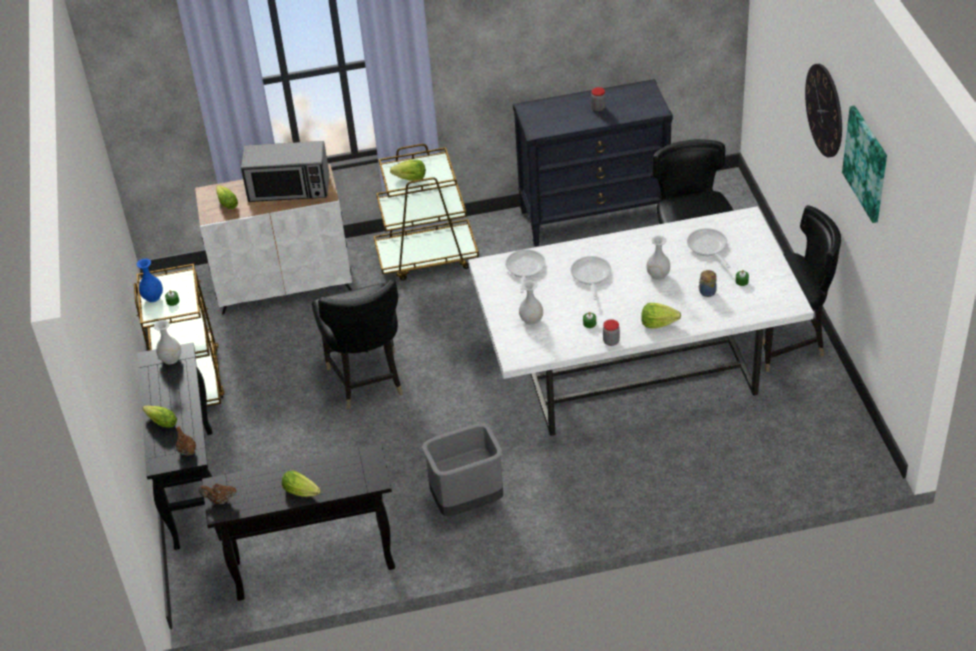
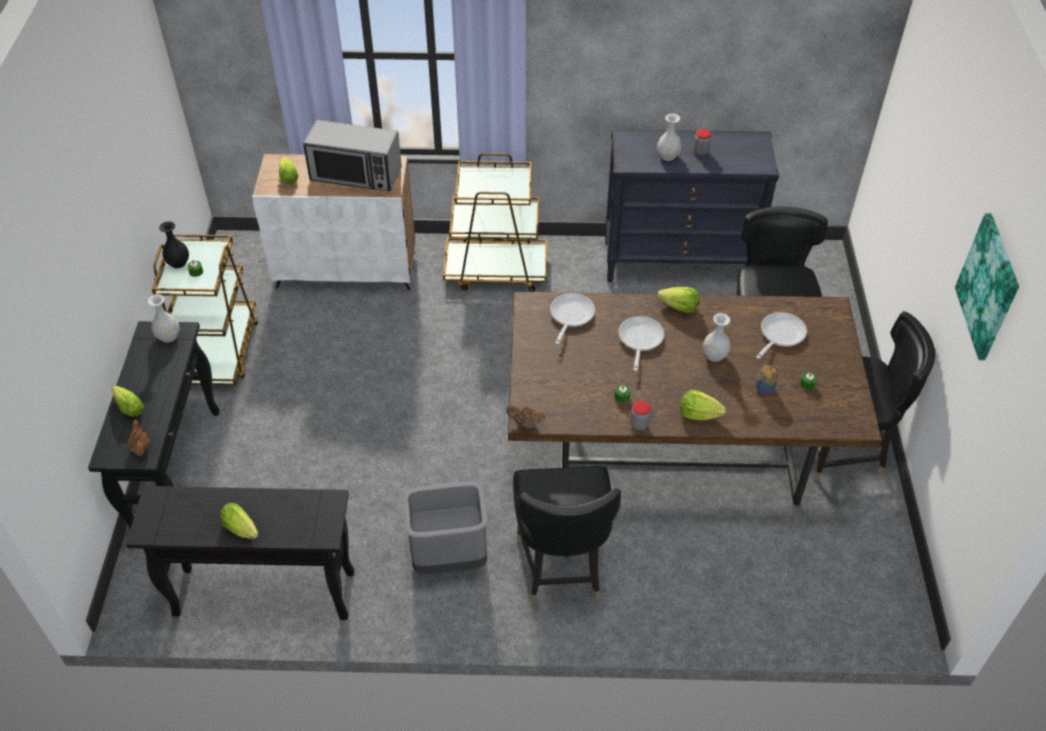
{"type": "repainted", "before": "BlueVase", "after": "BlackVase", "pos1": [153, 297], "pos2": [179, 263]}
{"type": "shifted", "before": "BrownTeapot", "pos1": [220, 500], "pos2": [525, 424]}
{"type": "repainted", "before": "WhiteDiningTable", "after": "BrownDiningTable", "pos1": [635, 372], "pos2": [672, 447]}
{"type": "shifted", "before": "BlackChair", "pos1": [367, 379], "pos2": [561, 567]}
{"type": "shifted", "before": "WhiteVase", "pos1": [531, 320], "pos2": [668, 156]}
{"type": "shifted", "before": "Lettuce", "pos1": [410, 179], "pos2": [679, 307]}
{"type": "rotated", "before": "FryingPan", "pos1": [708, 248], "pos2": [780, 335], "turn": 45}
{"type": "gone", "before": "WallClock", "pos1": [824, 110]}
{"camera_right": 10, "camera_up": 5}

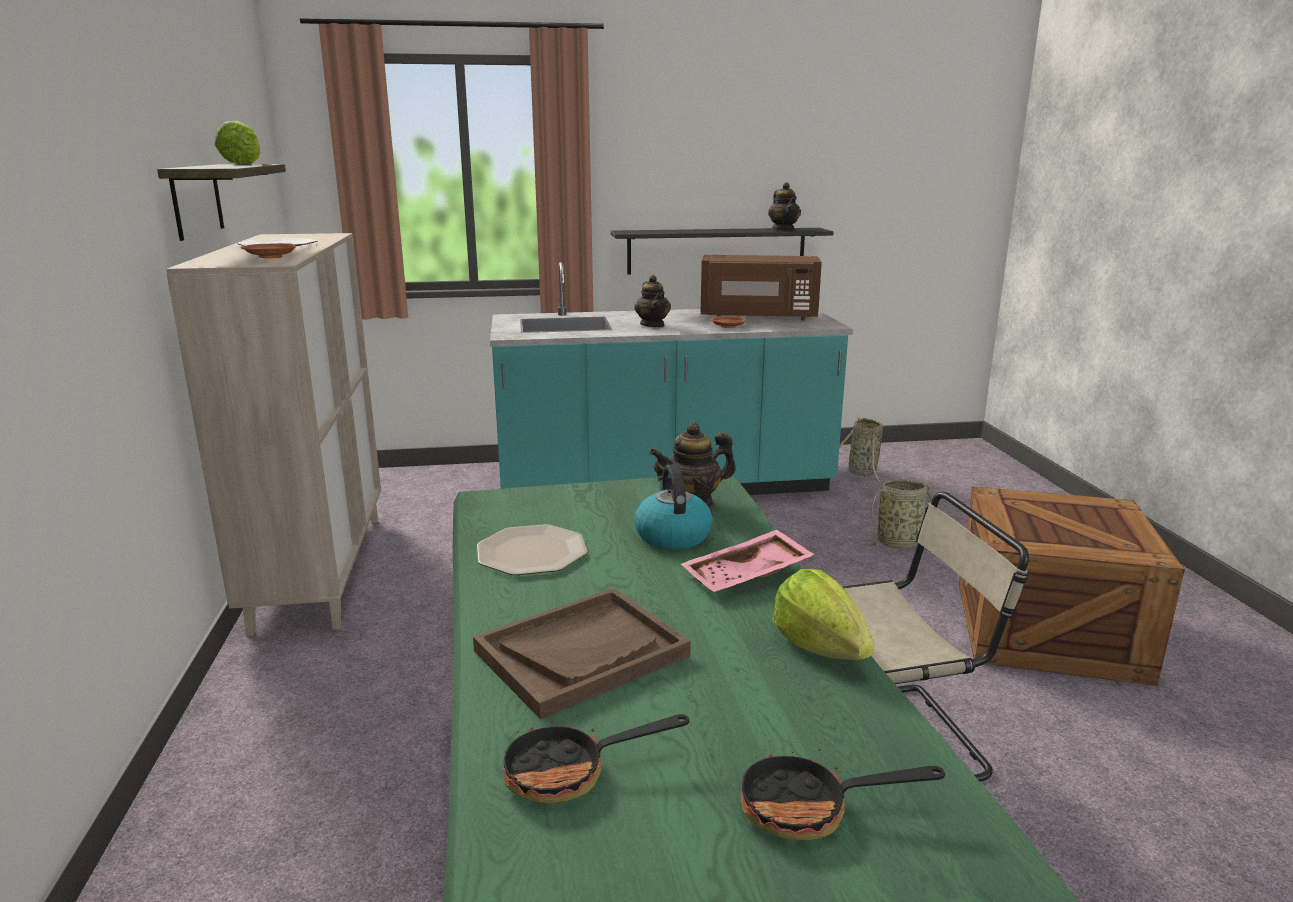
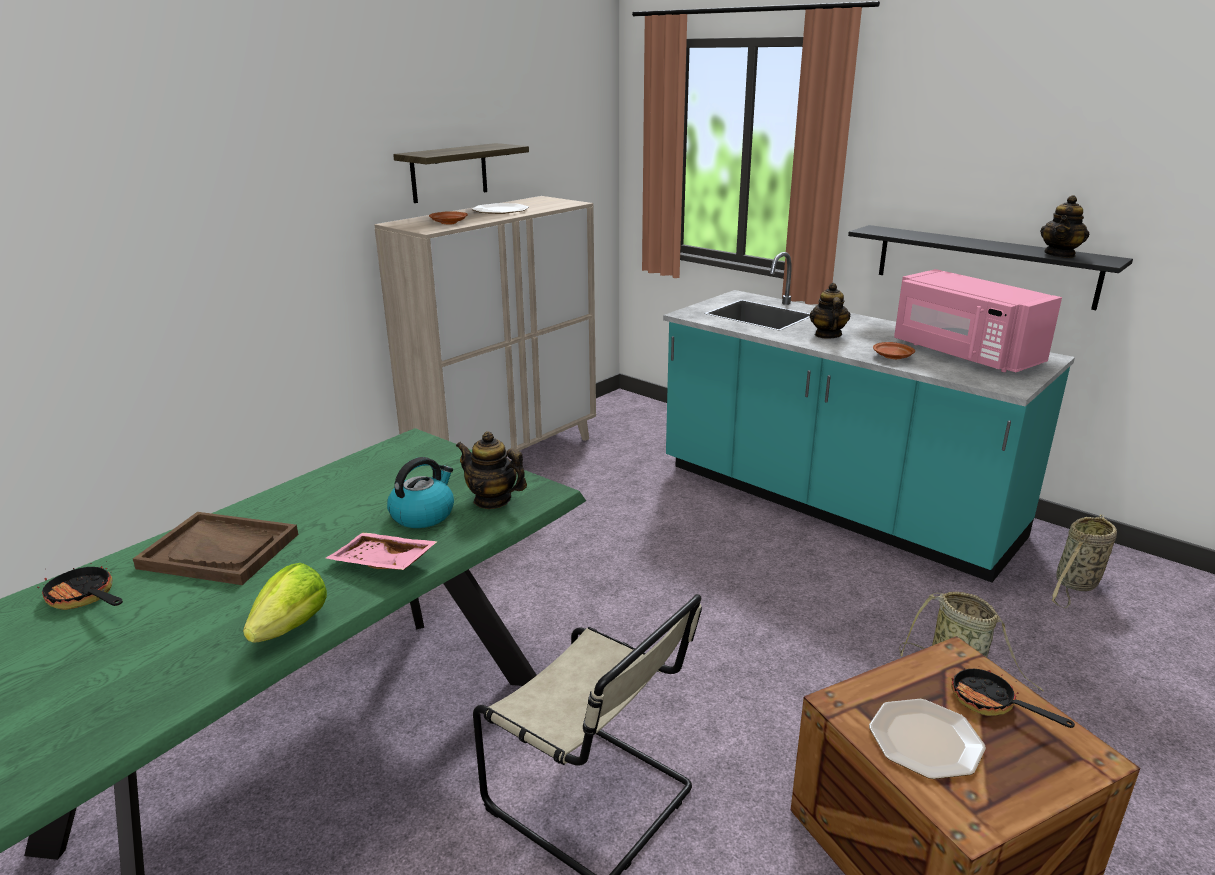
{"type": "rotated", "before": "Teapot", "pos1": [652, 325], "pos2": [827, 335], "turn": 150}
{"type": "shifted", "before": "Plate", "pos1": [531, 553], "pos2": [924, 740]}
{"type": "repainted", "before": "BrownMicrowave", "after": "PinkMicrowave", "pos1": [758, 317], "pos2": [963, 354]}
{"type": "shifted", "before": "FryingPan", "pos1": [810, 809], "pos2": [991, 704]}
{"type": "gone", "before": "Lettuce", "pos1": [243, 164]}
{"camera_right": 50, "camera_up": 5}

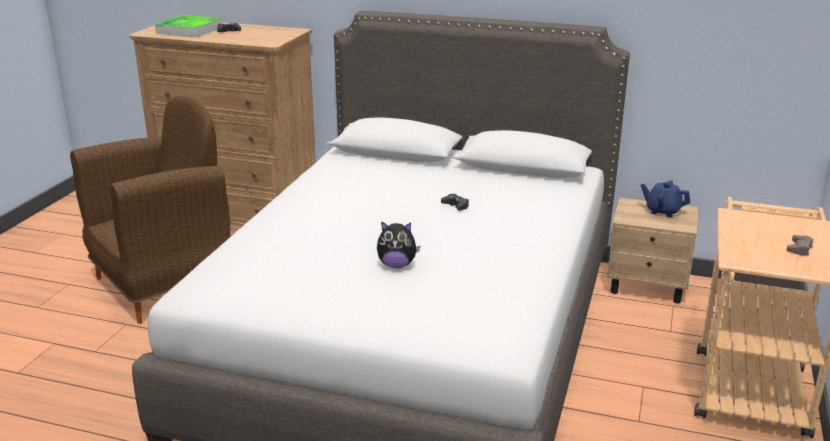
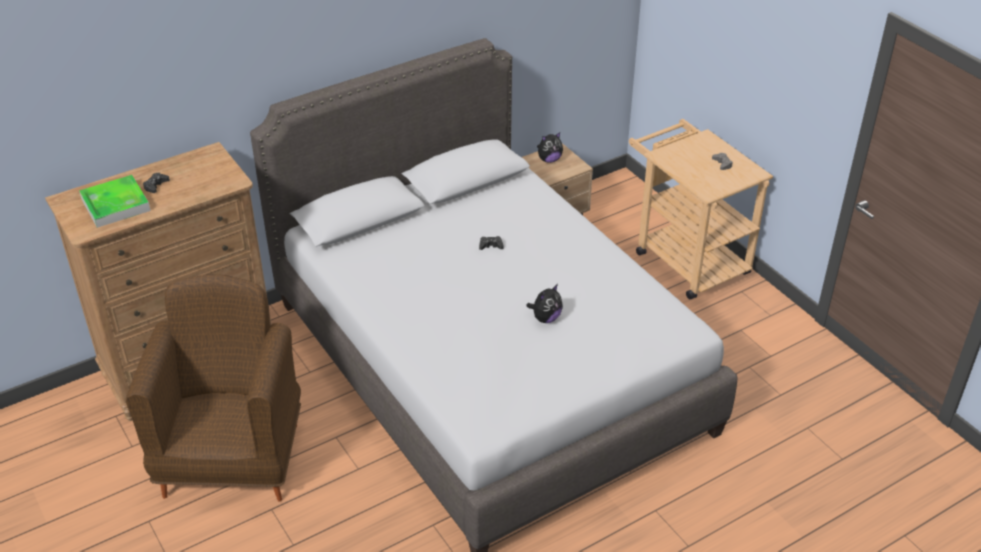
{"type": "swapped", "before": "BlueTeapot", "after": "PlushToy", "pos1": [662, 211], "pos2": [549, 160]}
{"camera_right": -50, "camera_up": 15}

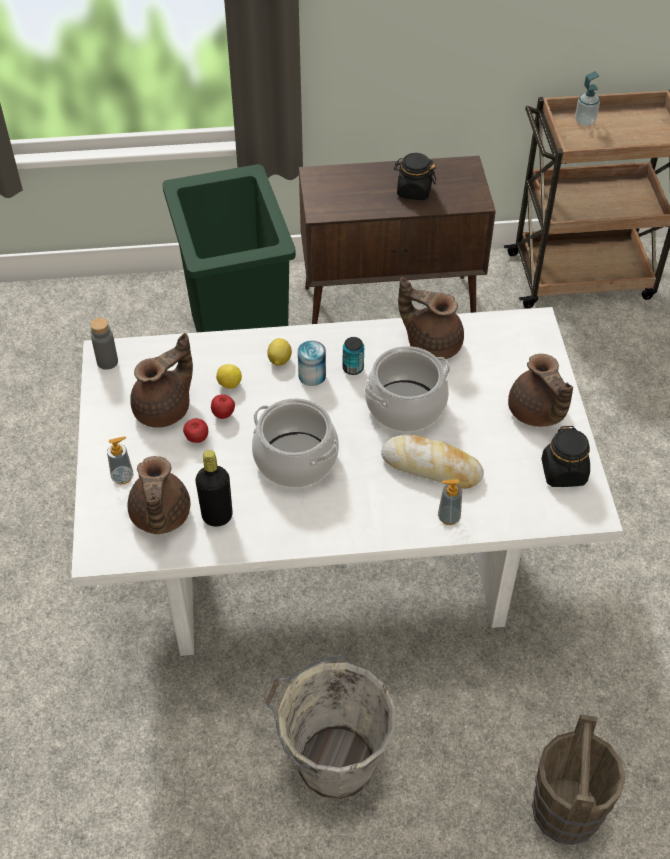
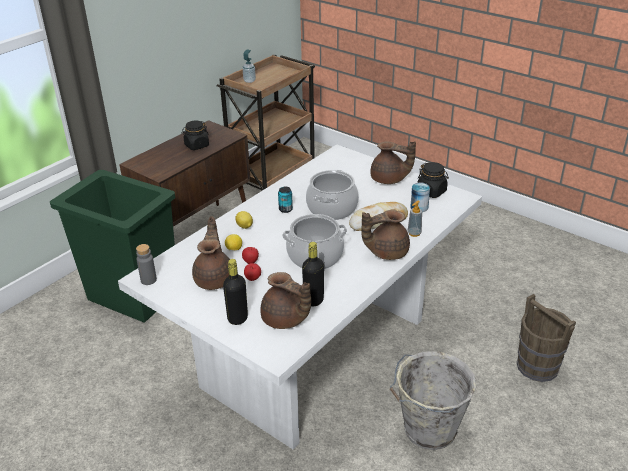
{"type": "swapped", "before": "SoapDispenser", "after": "BlackBottle", "pos1": [122, 477], "pos2": [237, 318]}
{"type": "shifted", "before": "BrownTeapot", "pos1": [432, 343], "pos2": [386, 252]}
{"type": "shifted", "before": "Can", "pos1": [312, 375], "pos2": [419, 207]}
{"camera_right": -45, "camera_up": -15}

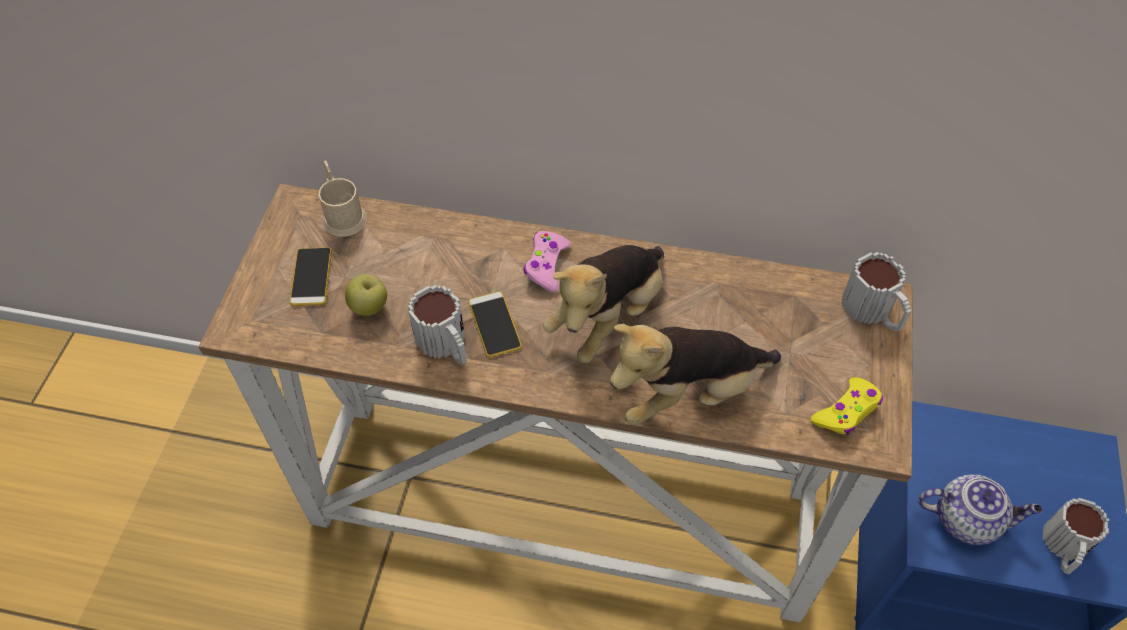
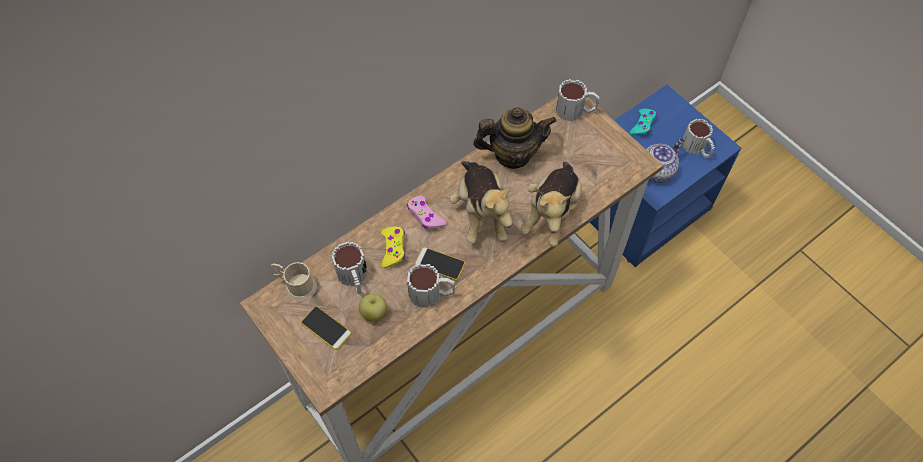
{"type": "new", "after": "Mug", "pos2": [354, 278]}
{"type": "shifted", "before": "YellowGameController", "pos1": [846, 412], "pos2": [393, 249]}
{"type": "new", "after": "Teapot", "pos2": [512, 154]}
{"type": "new", "after": "TurquoiseGameController", "pos2": [642, 125]}
{"camera_right": -50, "camera_up": 5}

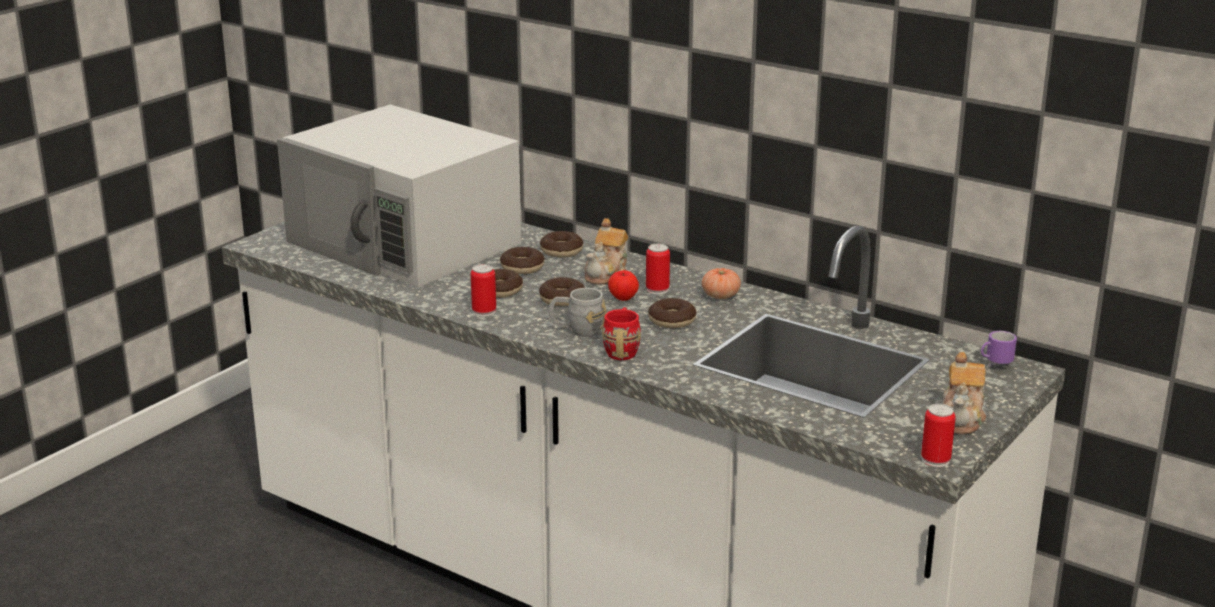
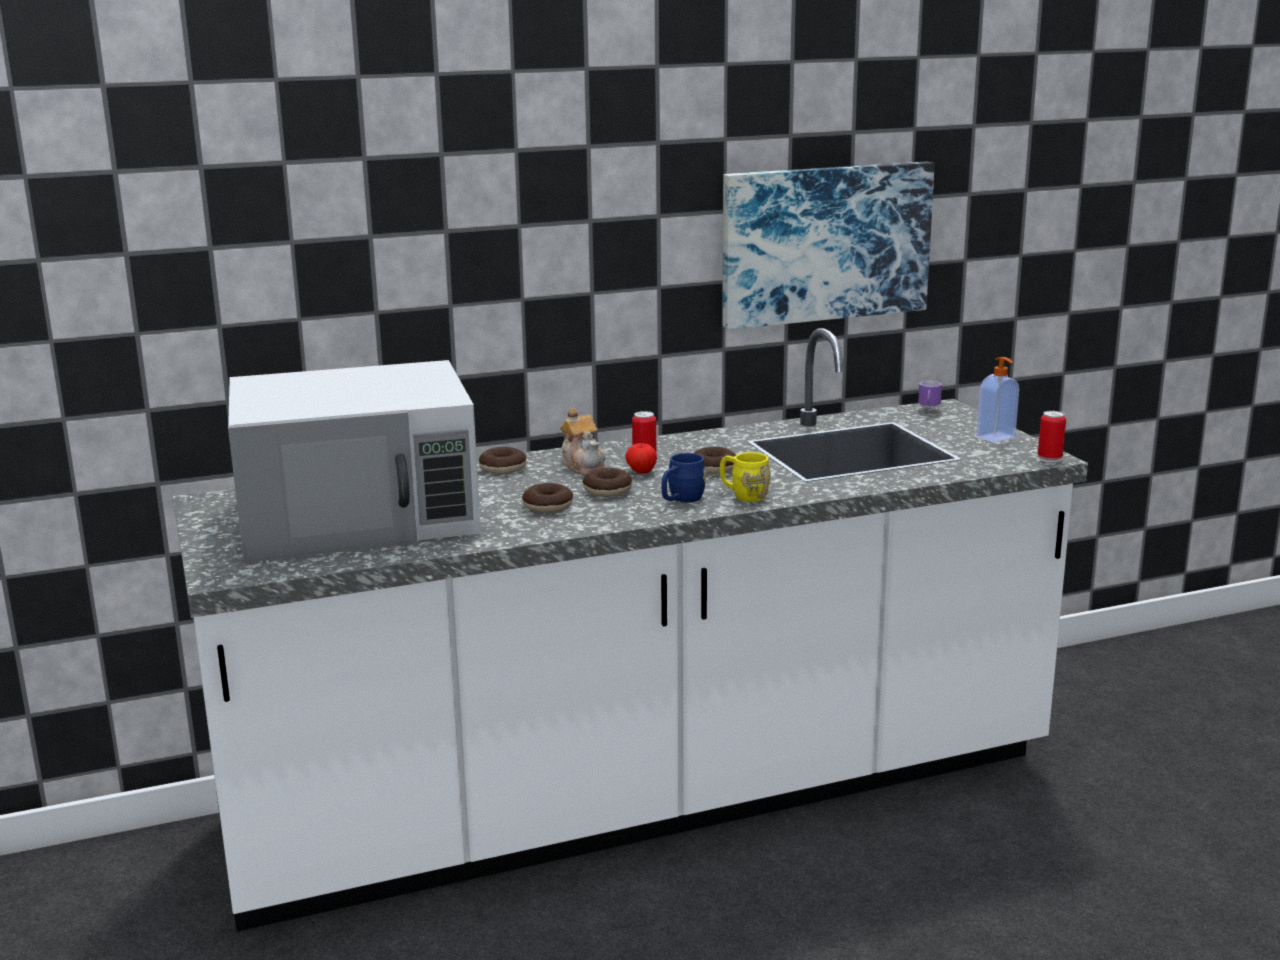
{"type": "repainted", "before": "GreyMug", "after": "BlueMug", "pos1": [577, 330], "pos2": [681, 500]}
{"type": "repainted", "before": "RedMug", "after": "YellowMug", "pos1": [622, 350], "pos2": [743, 495]}
{"type": "new", "after": "Picture", "pos2": [824, 243]}
{"type": "swapped", "before": "Teapot", "after": "SoapDispenser", "pos1": [962, 419], "pos2": [996, 437]}
{"type": "gone", "before": "Can", "pos1": [484, 311]}
{"type": "gone", "before": "Donut", "pos1": [522, 267]}
{"type": "gone", "before": "Tomato", "pos1": [720, 296]}
{"camera_right": -55, "camera_up": -5}

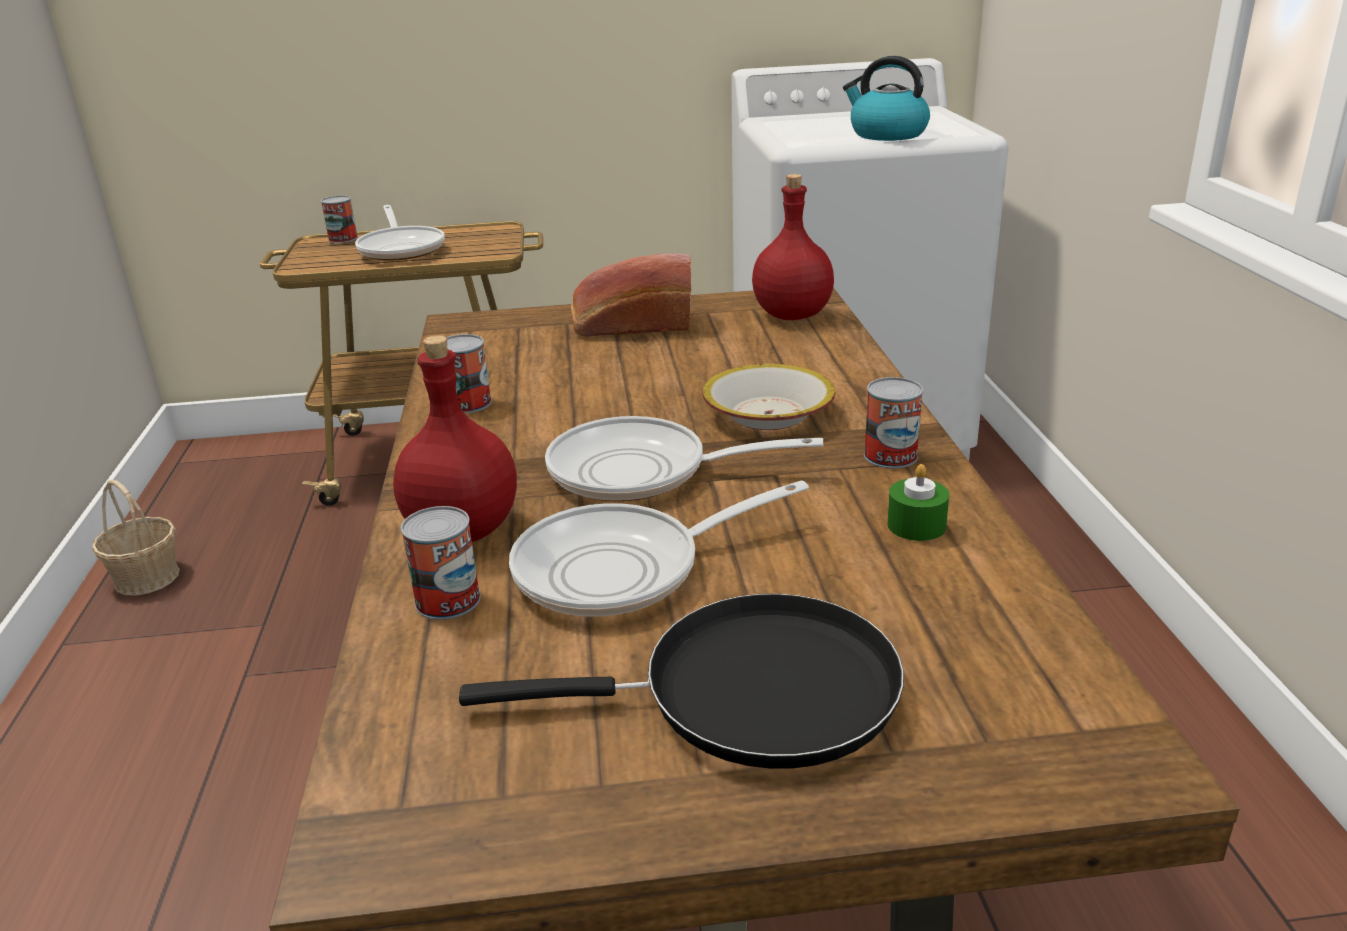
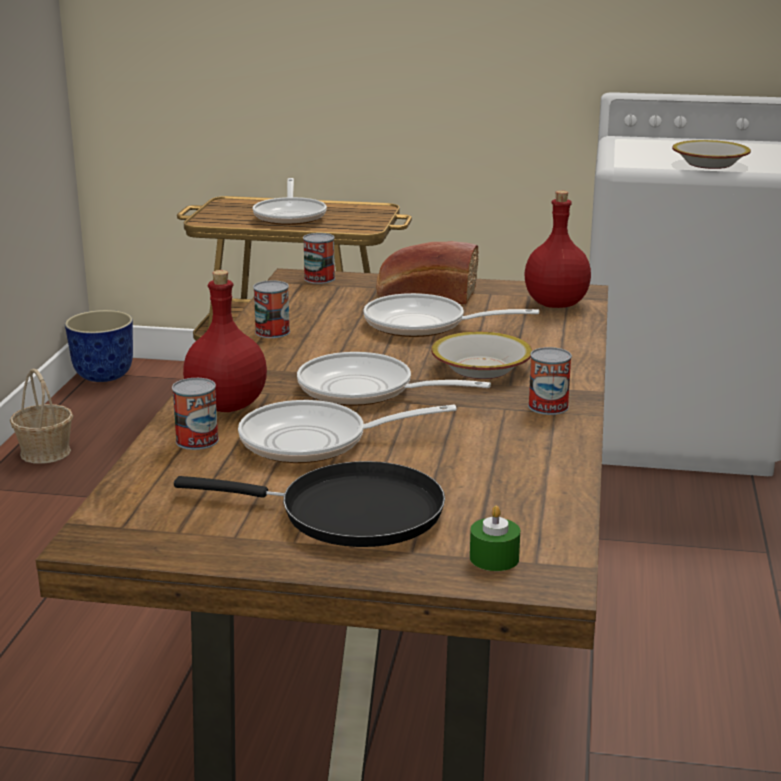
{"type": "new", "after": "Planter", "pos2": [103, 375]}
{"type": "shifted", "before": "Can", "pos1": [343, 239], "pos2": [319, 278]}
{"type": "new", "after": "FryingPan", "pos2": [423, 325]}
{"type": "shifted", "before": "GreenCandle", "pos1": [916, 525], "pos2": [494, 558]}
{"type": "swapped", "before": "Kettle", "after": "Bowl", "pos1": [886, 134], "pos2": [709, 164]}
{"camera_right": 15, "camera_up": -5}

